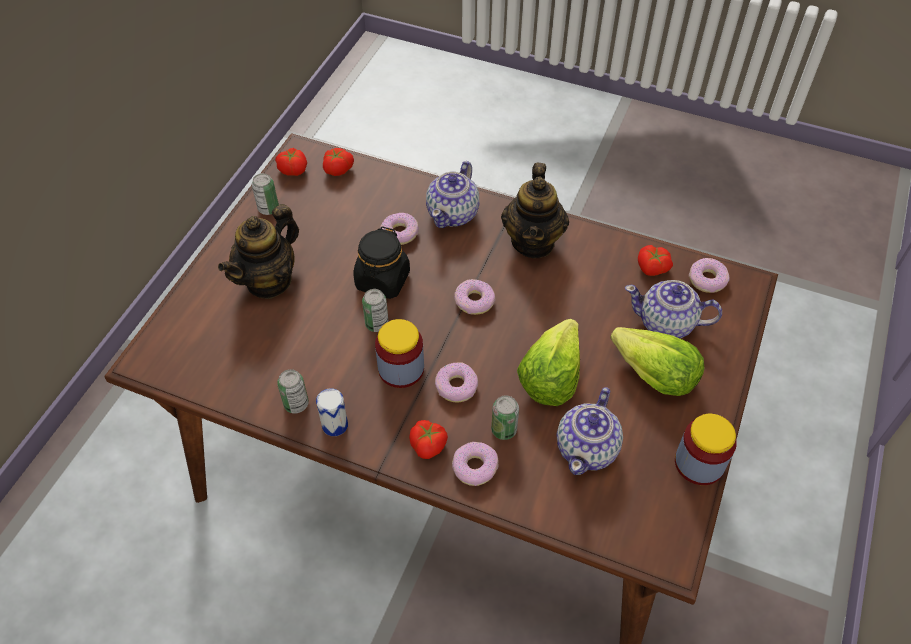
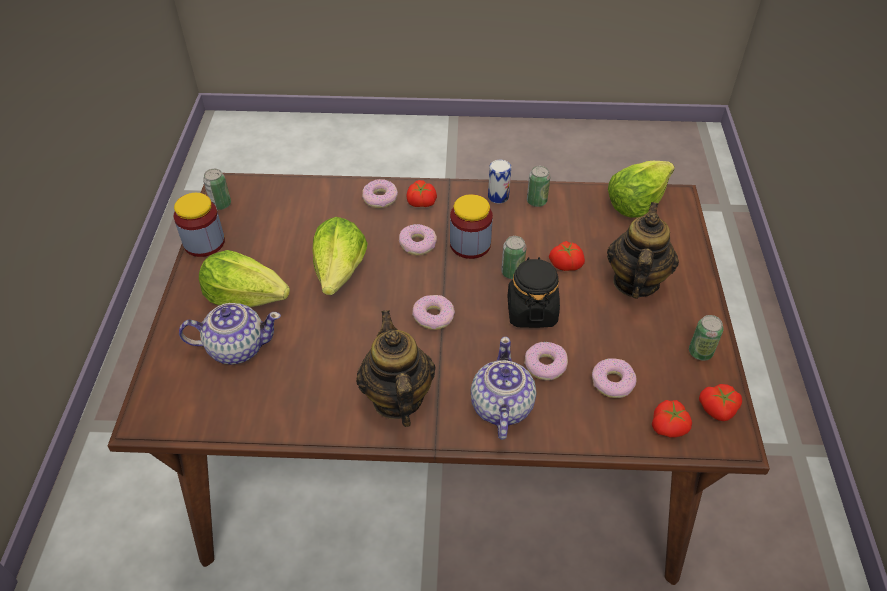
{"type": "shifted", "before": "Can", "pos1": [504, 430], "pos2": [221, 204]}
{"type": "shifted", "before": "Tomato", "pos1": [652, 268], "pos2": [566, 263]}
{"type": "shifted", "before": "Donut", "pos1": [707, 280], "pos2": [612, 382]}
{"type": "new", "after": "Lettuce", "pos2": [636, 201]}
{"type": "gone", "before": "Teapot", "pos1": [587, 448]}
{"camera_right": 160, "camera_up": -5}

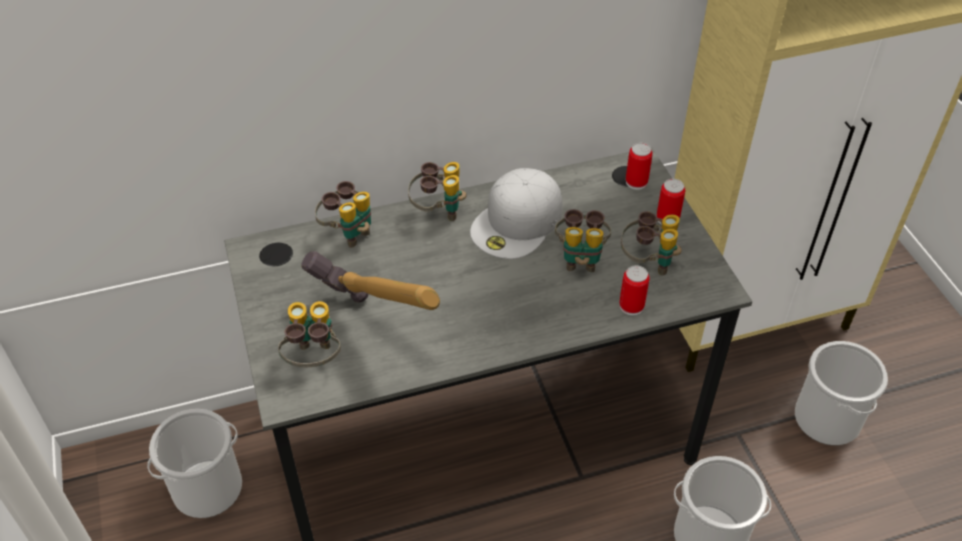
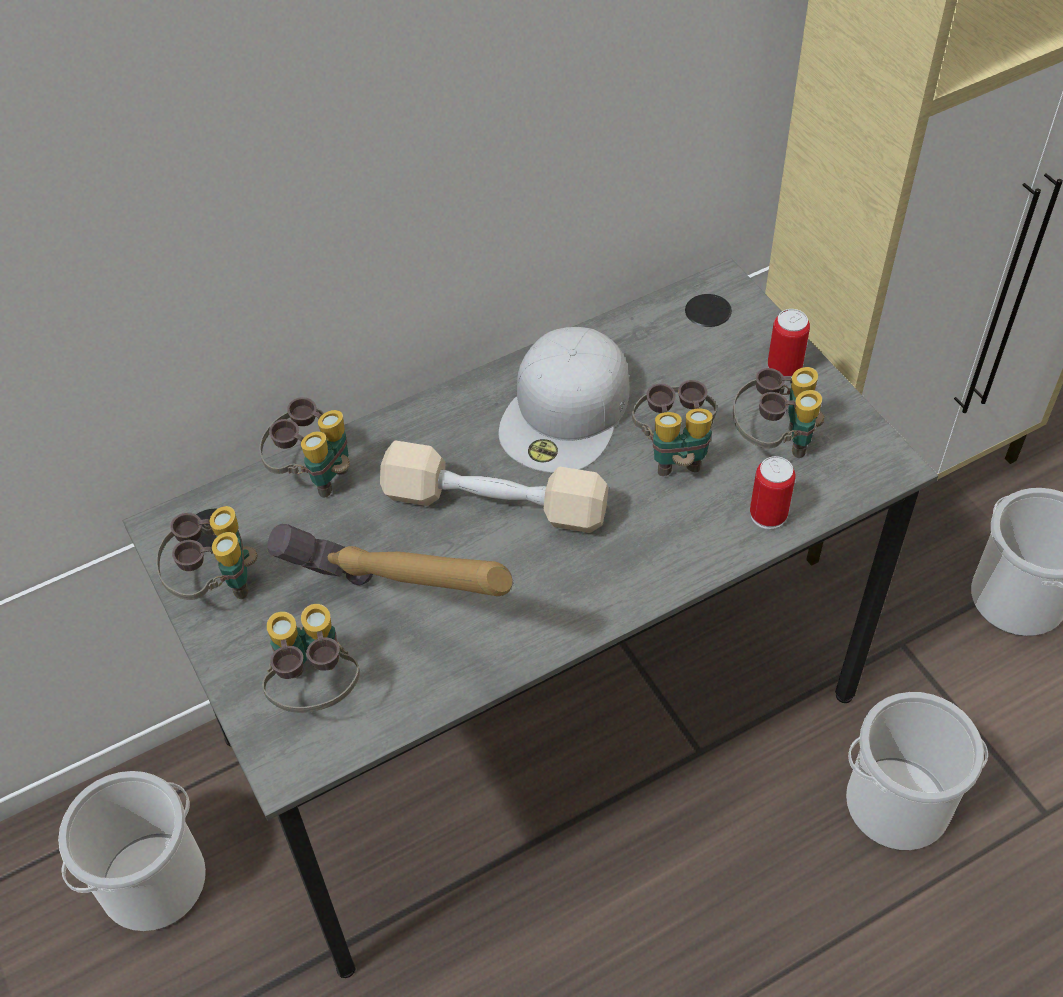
{"type": "shifted", "before": "Binoculars", "pos1": [438, 211], "pos2": [216, 584]}
{"type": "new", "after": "BeigeDumbbell", "pos2": [494, 504]}
{"type": "gone", "before": "Can", "pos1": [636, 182]}
{"camera_right": -10, "camera_up": 5}

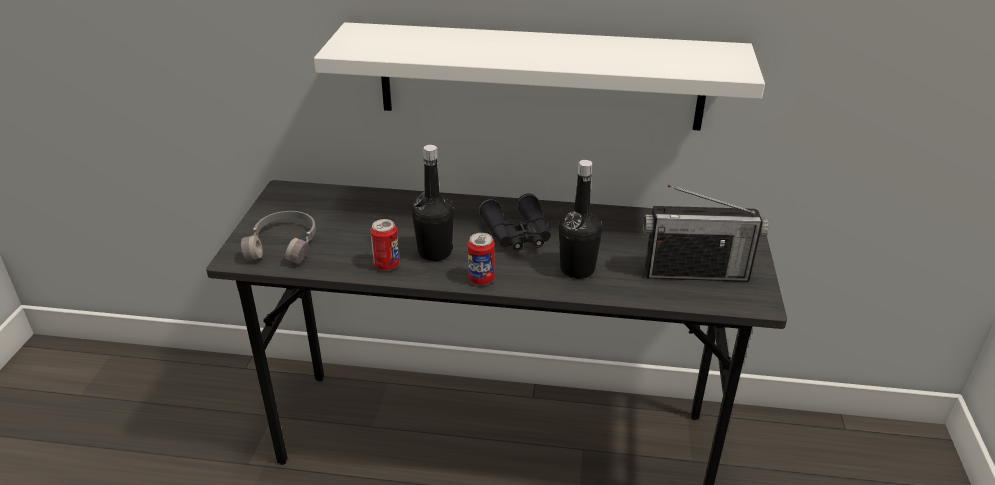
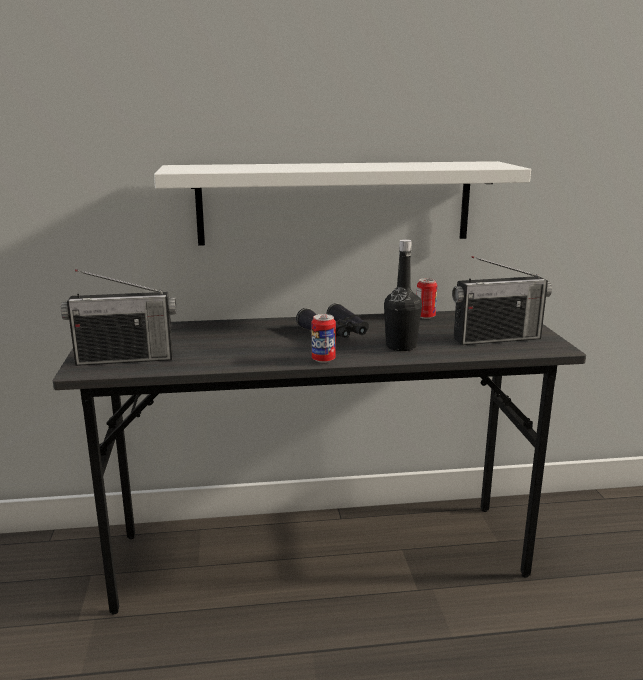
{"type": "swapped", "before": "GreyHeadphones", "after": "Radio", "pos1": [285, 245], "pos2": [125, 358]}
{"type": "shifted", "before": "Can", "pos1": [386, 265], "pos2": [425, 316]}
{"type": "gone", "before": "BlackBottle", "pos1": [435, 252]}
{"camera_right": -15, "camera_up": -15}

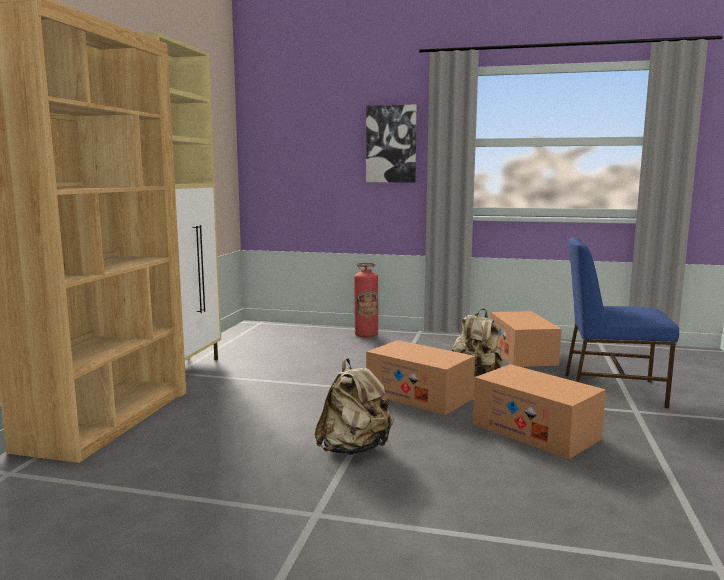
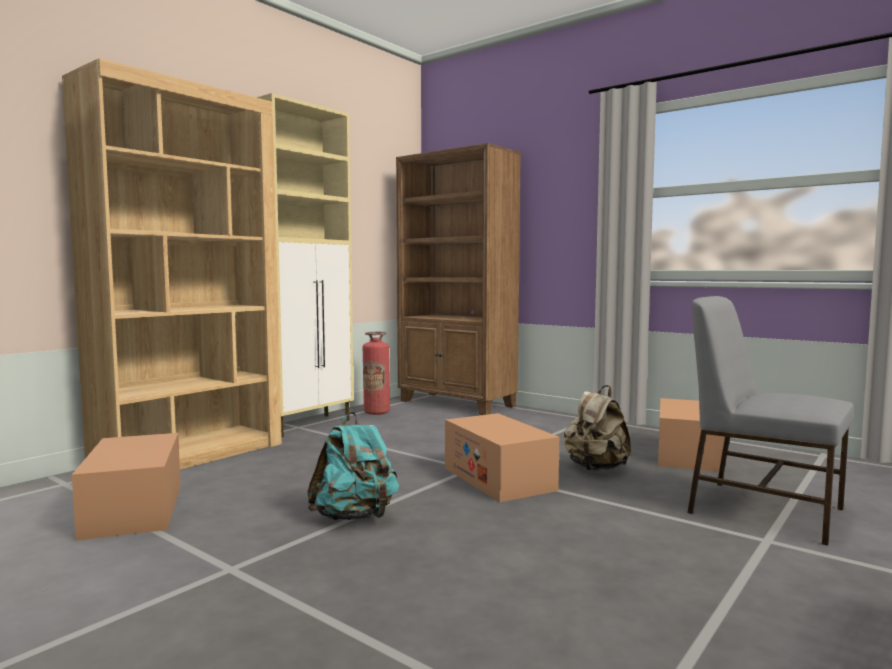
{"type": "shifted", "before": "CardboardBox", "pos1": [535, 431], "pos2": [134, 509]}
{"type": "repainted", "before": "BeigeBackpack", "after": "TurquoiseBackpack", "pos1": [354, 449], "pos2": [355, 517]}
{"type": "shifted", "before": "FireExtinguisher", "pos1": [366, 335], "pos2": [377, 412]}
{"type": "new", "after": "BrownBookcase", "pos2": [457, 404]}
{"type": "repainted", "before": "BlueChair", "after": "GreyChair", "pos1": [610, 389], "pos2": [762, 509]}
{"type": "gone", "before": "Picture", "pos1": [391, 144]}
{"camera_right": 25, "camera_up": -5}

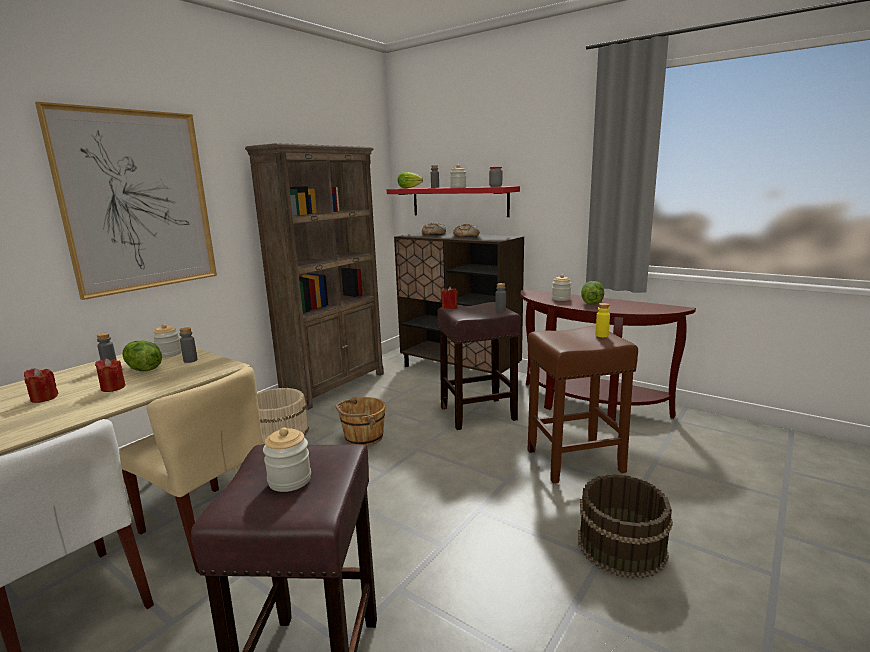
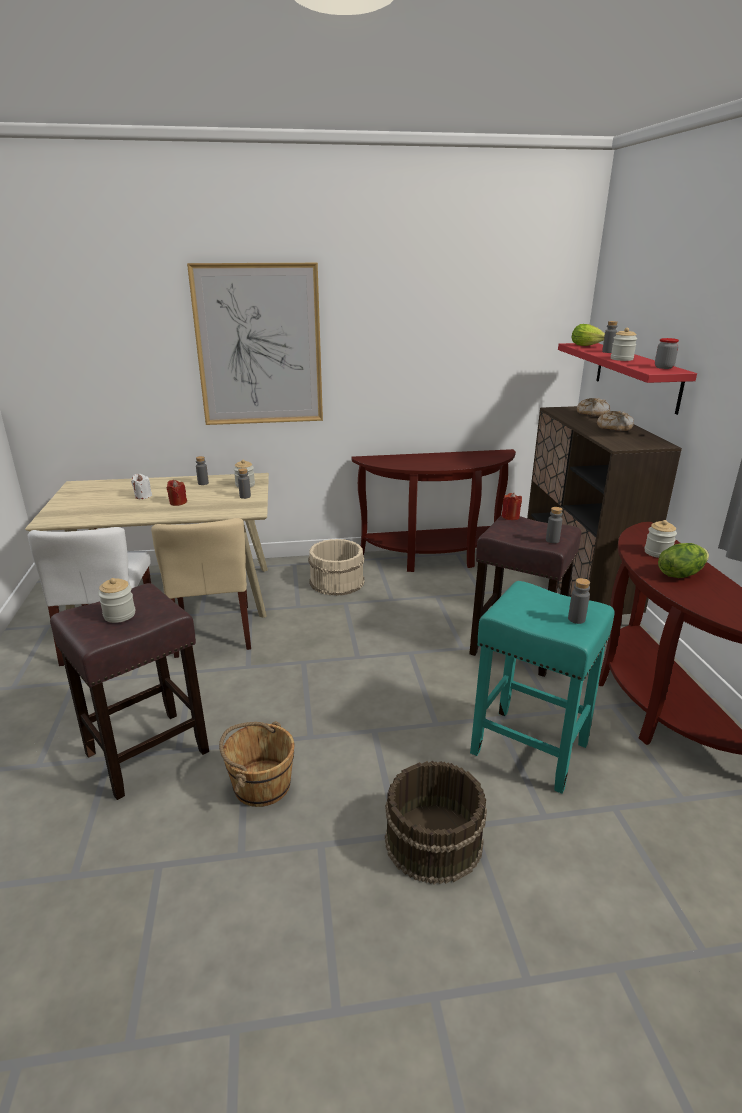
{"type": "repainted", "before": "RedCandle", "after": "WhiteCandle", "pos1": [44, 398], "pos2": [143, 496]}
{"type": "shifted", "before": "BrownBucket", "pos1": [363, 437], "pos2": [261, 784]}
{"type": "swapped", "before": "BrownBookcase", "after": "BrownConsoleTable", "pos1": [335, 386], "pos2": [434, 557]}
{"type": "repainted", "before": "BrownStool", "after": "TurquoiseStool", "pos1": [573, 461], "pos2": [527, 748]}
{"type": "repainted", "before": "YellowBottle", "after": "GreyBottle", "pos1": [602, 335], "pos2": [576, 619]}
{"type": "gone", "before": "Lettuce", "pos1": [143, 369]}
{"camera_right": 45, "camera_up": 10}

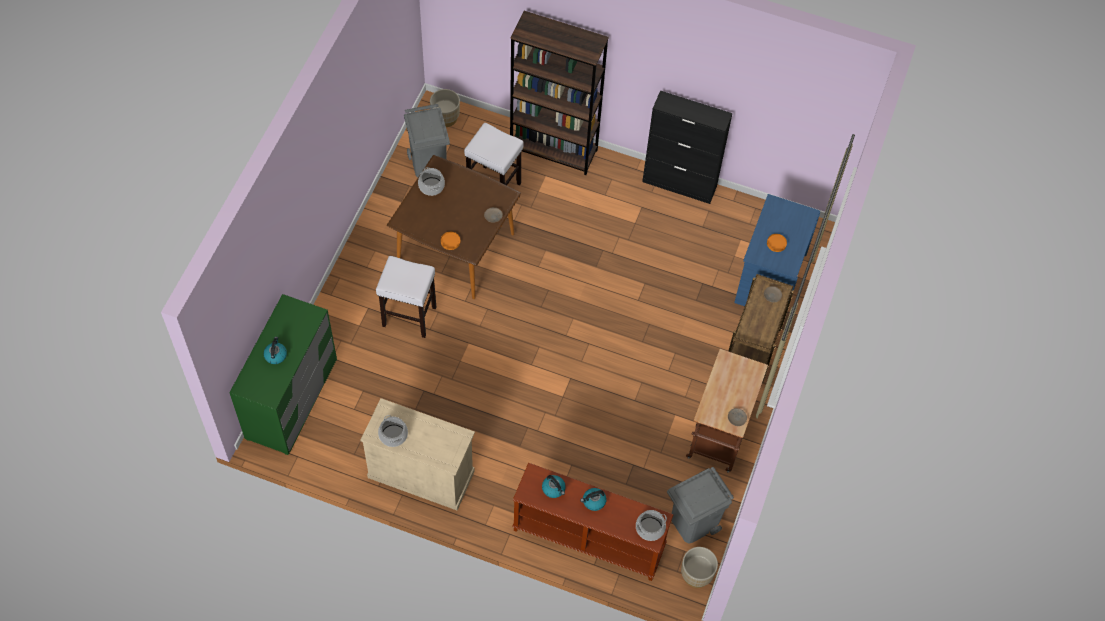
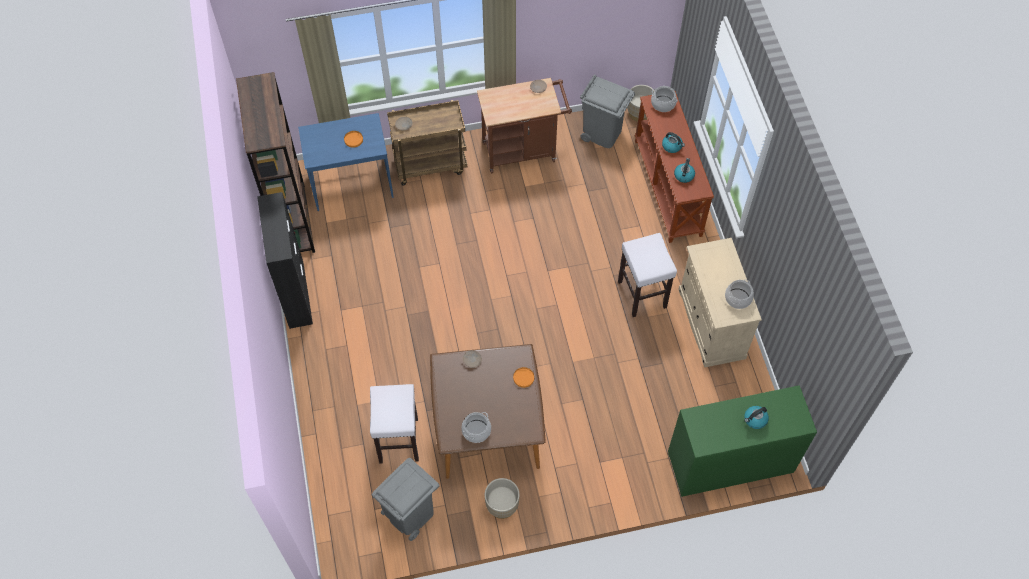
{"type": "shifted", "before": "BrownBookcase", "pos1": [554, 150], "pos2": [293, 221]}
{"type": "shifted", "before": "BeigePlanter", "pos1": [445, 118], "pos2": [502, 505]}
{"type": "shifted", "before": "WhiteStool", "pos1": [408, 316], "pos2": [642, 295]}
{"camera_right": -120, "camera_up": 0}

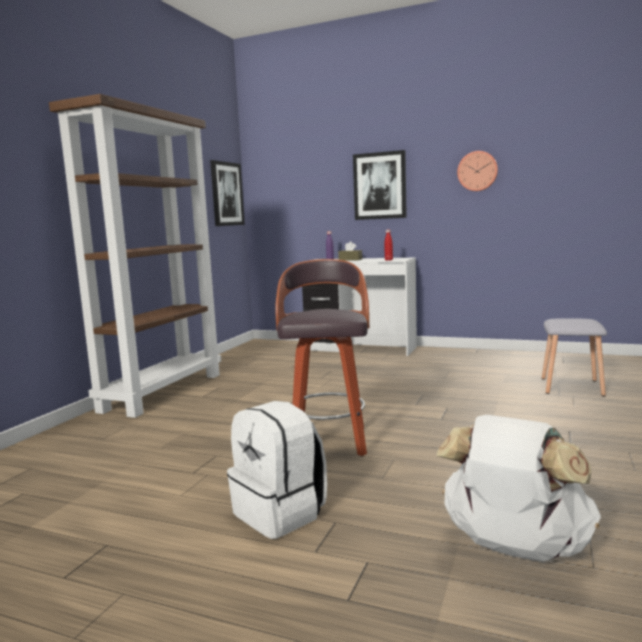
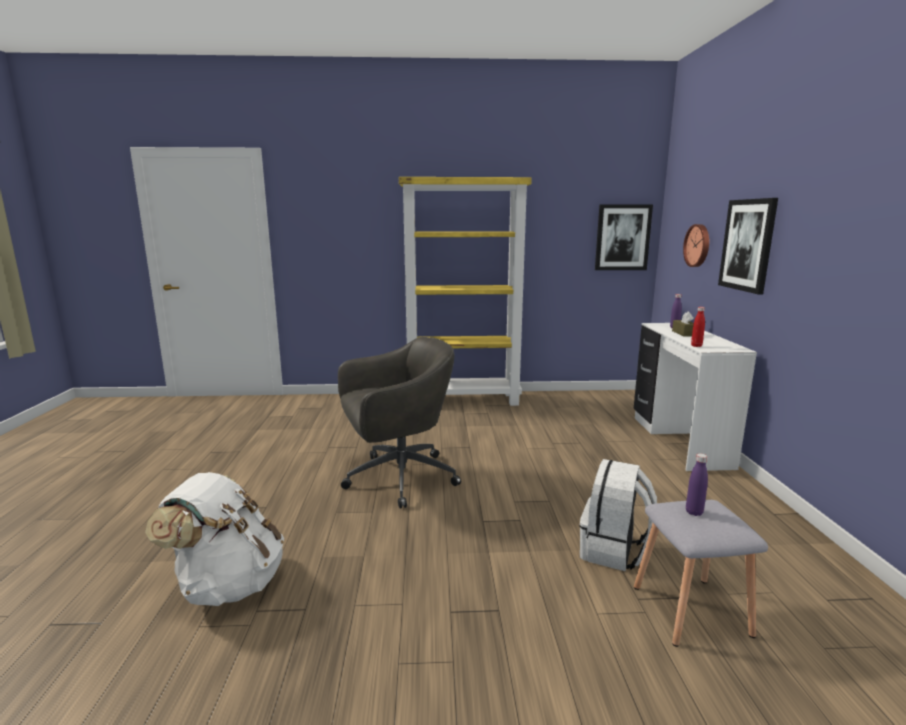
{"type": "swapped", "before": "Stool", "after": "GreyOfficeChair", "pos1": [328, 441], "pos2": [397, 478]}
{"type": "repainted", "before": "BrownBookcase", "after": "YellowBookcase", "pos1": [163, 392], "pos2": [463, 399]}
{"type": "shifted", "before": "WhiteBackpack", "pos1": [281, 513], "pos2": [613, 551]}
{"type": "shifted", "before": "WallClock", "pos1": [477, 171], "pos2": [698, 245]}
{"type": "new", "after": "PurpleBottle", "pos2": [694, 512]}
{"camera_right": 65, "camera_up": 5}

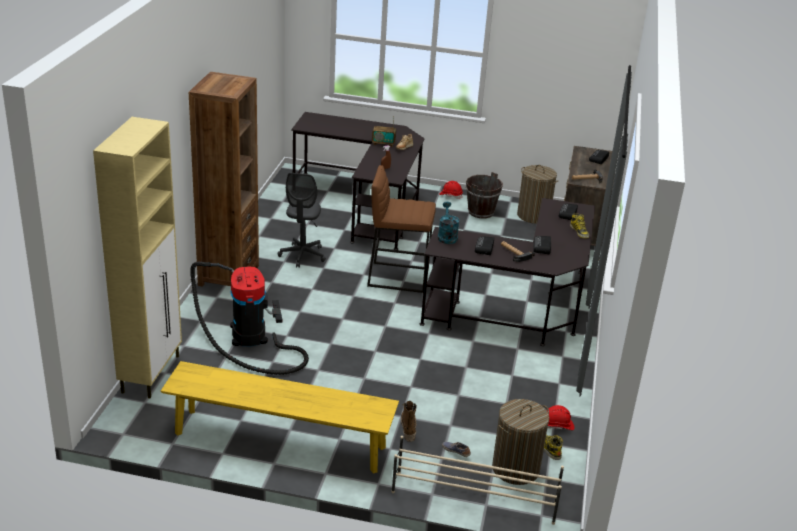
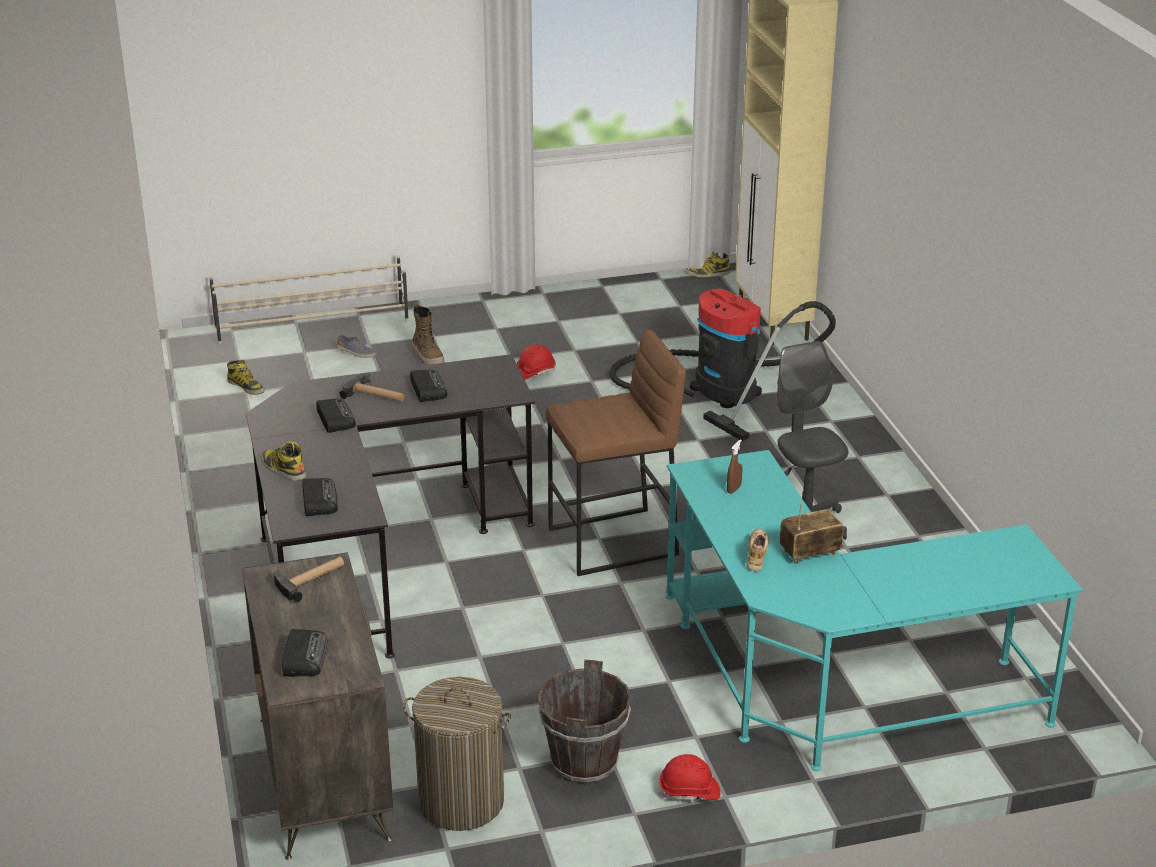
{"type": "shifted", "before": "RedHardHat", "pos1": [557, 425], "pos2": [534, 373]}
{"type": "repainted", "before": "BlackDesk", "after": "TurquoiseDesk", "pos1": [365, 205], "pos2": [831, 683]}
{"type": "new", "after": "Boot", "pos2": [708, 273]}
{"type": "gone", "before": "YellowBench", "pos1": [280, 441]}
{"type": "gone", "before": "BrownBookcase", "pos1": [228, 275]}
{"type": "gone", "before": "TurquoiseWateringCan", "pos1": [446, 236]}
{"type": "gone", "before": "LaundryBasket", "pos1": [515, 469]}
{"camera_right": 155, "camera_up": 0}

